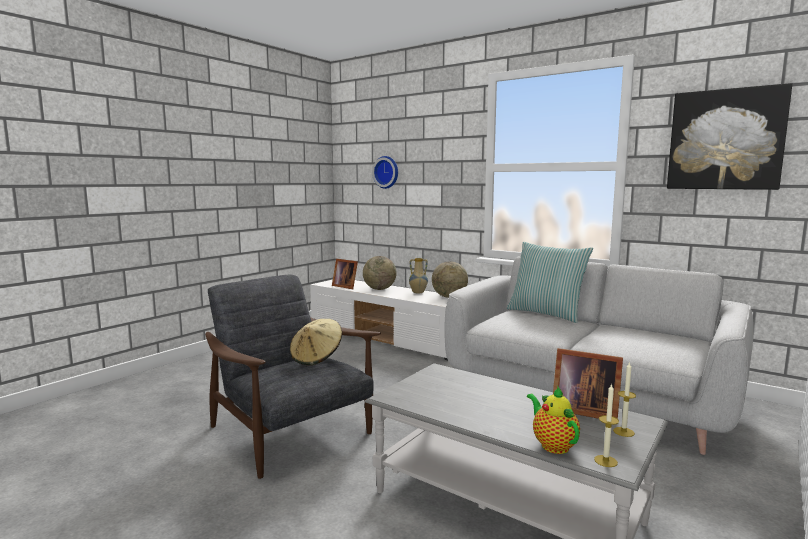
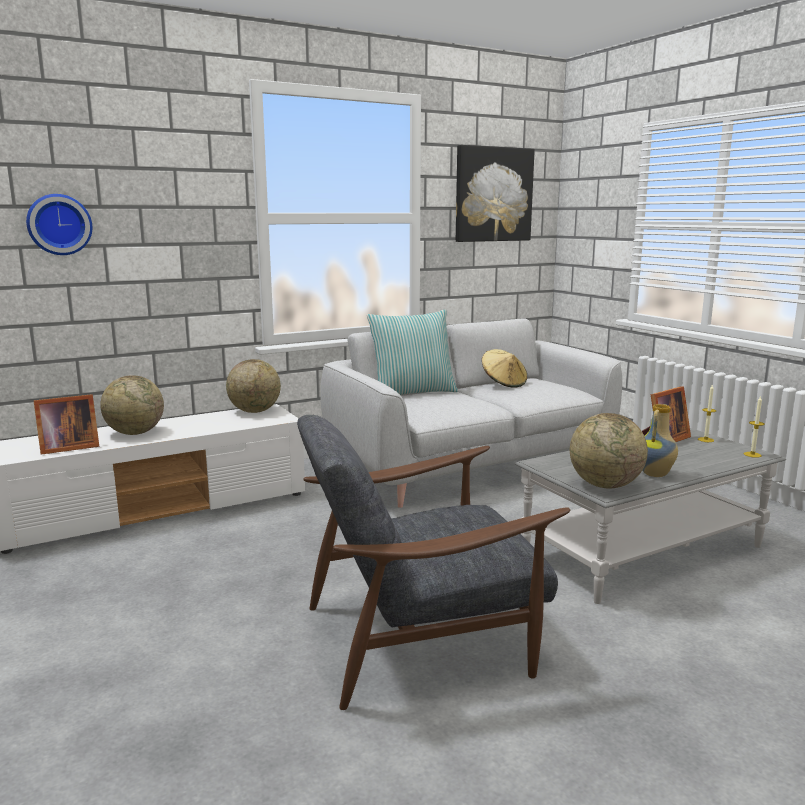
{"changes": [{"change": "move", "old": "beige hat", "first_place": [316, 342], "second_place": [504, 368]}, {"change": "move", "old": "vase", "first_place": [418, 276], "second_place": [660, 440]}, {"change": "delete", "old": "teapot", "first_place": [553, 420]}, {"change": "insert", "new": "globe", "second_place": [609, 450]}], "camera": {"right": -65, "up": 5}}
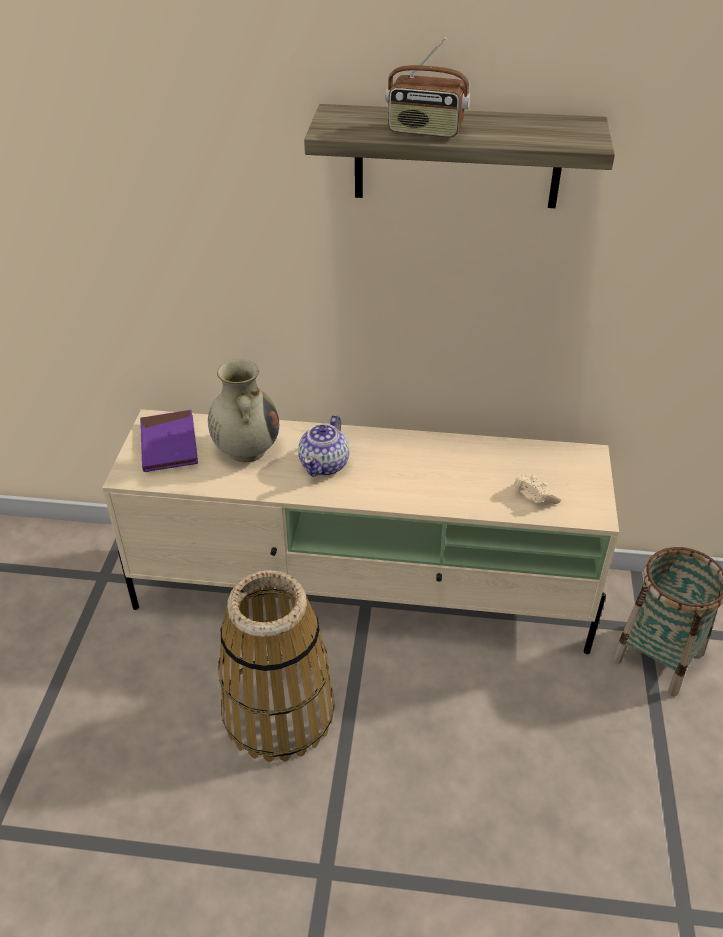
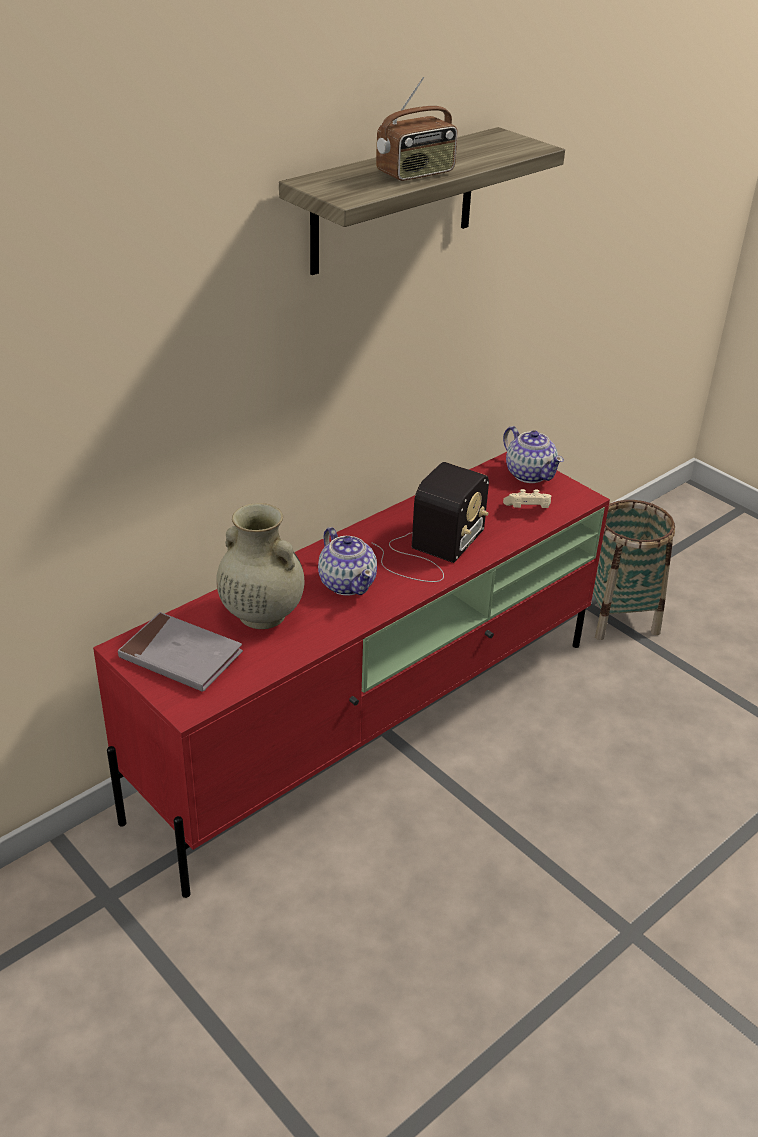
{"changes": [{"change": "recolor", "old": "beige tv stand", "new": "red tv stand", "first_place": [360, 531], "second_place": [351, 675]}, {"change": "recolor", "old": "purple book", "new": "grey book", "first_place": [169, 441], "second_place": [180, 652]}, {"change": "delete", "old": "basket", "first_place": [276, 666]}, {"change": "insert", "new": "radio", "second_place": [430, 522]}, {"change": "insert", "new": "teapot", "second_place": [533, 454]}], "camera": {"right": -50, "up": -5}}
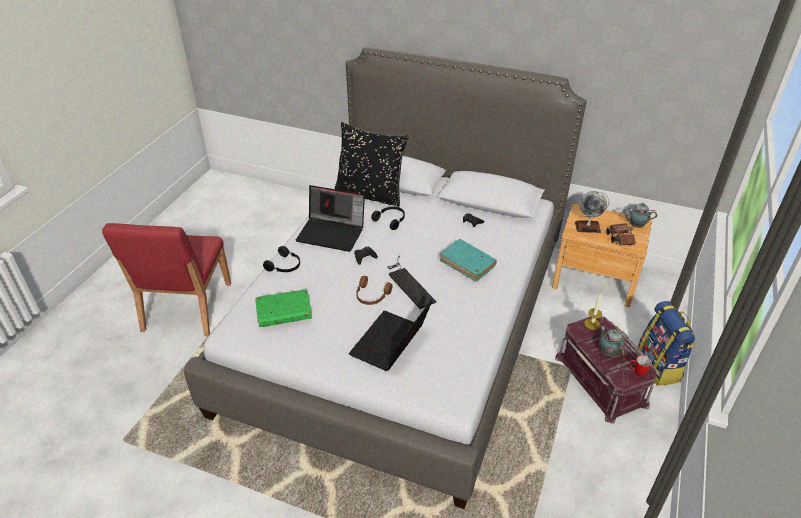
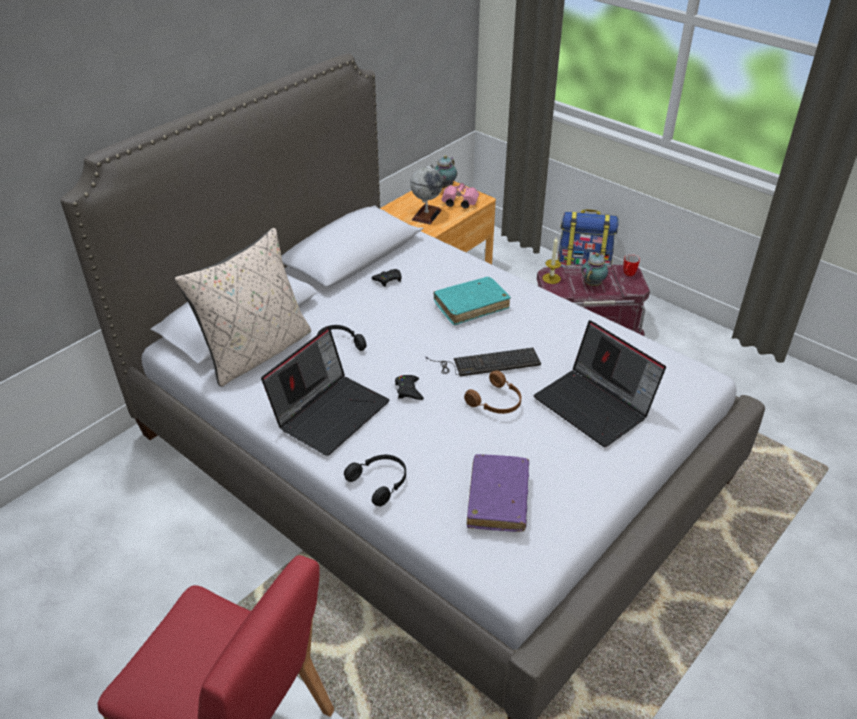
{"changes": [{"change": "recolor", "old": "green book", "new": "purple book", "first_place": [283, 308], "second_place": [498, 493]}, {"change": "recolor", "old": "black pillow", "new": "beige pillow", "first_place": [372, 164], "second_place": [243, 307]}, {"change": "rotate", "old": "teapot", "first_place": [611, 341], "second_place": [594, 269], "degrees": 120}, {"change": "recolor", "old": "brown binoculars", "new": "pink binoculars", "first_place": [621, 234], "second_place": [460, 196]}], "camera": {"right": -70, "up": 0}}
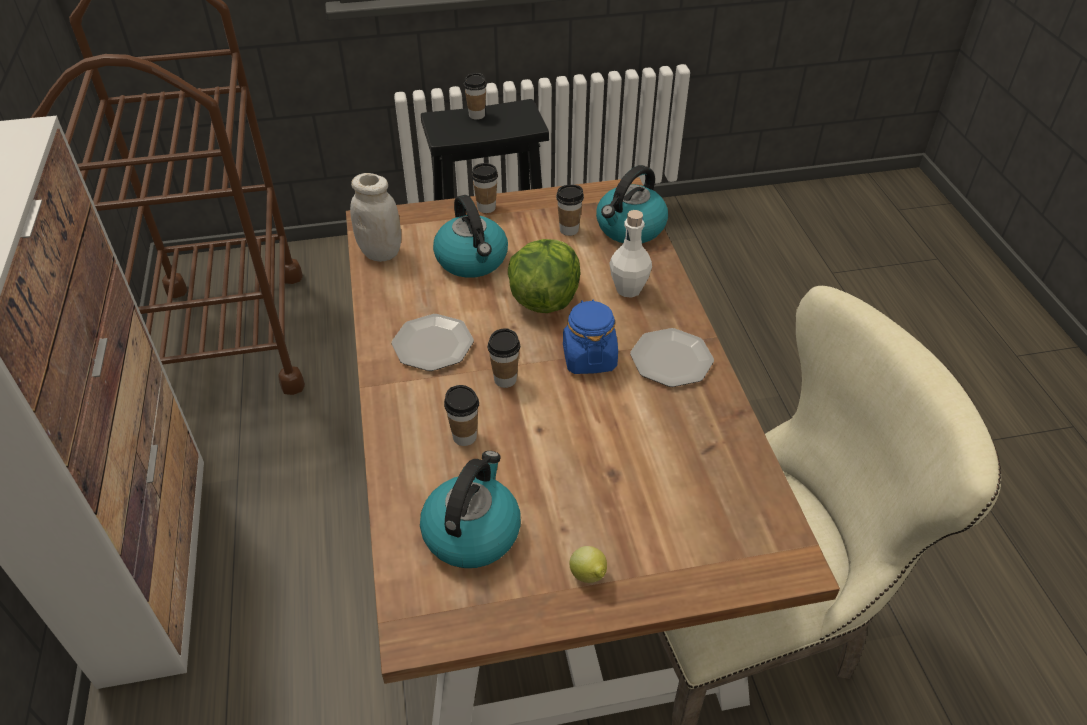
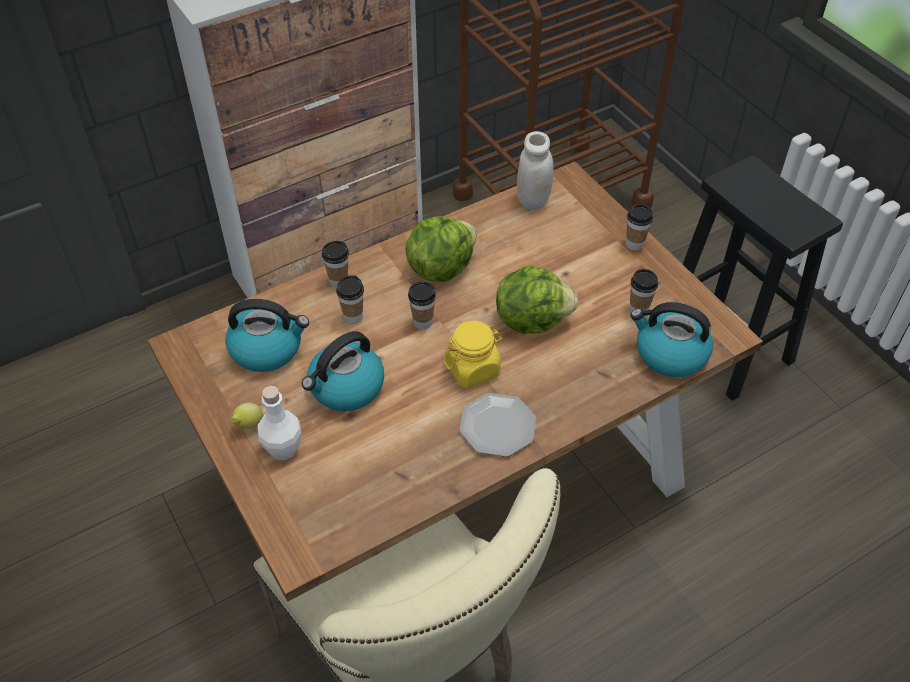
{"changes": [{"change": "replace", "old": "plate", "new": "lettuce", "first_place": [432, 342], "second_place": [440, 249]}, {"change": "move", "old": "kettle", "first_place": [470, 236], "second_place": [343, 371]}, {"change": "move", "old": "cup", "first_place": [475, 96], "second_place": [335, 264]}, {"change": "recolor", "old": "blue jar", "new": "yellow jar", "first_place": [590, 337], "second_place": [473, 354]}, {"change": "move", "old": "white bottle", "first_place": [630, 254], "second_place": [279, 423]}], "camera": {"right": 70, "up": 5}}
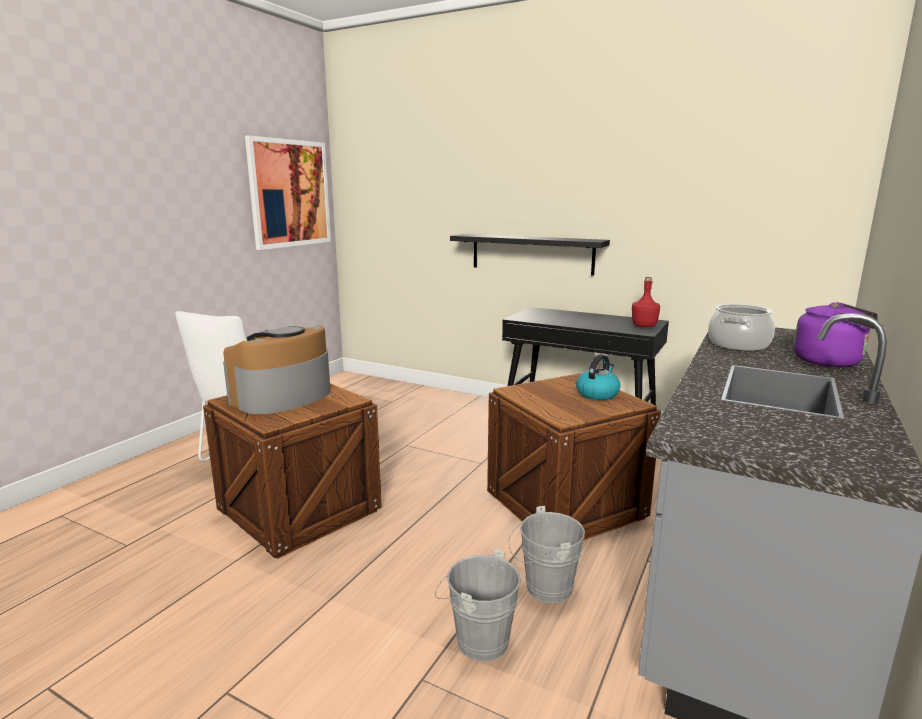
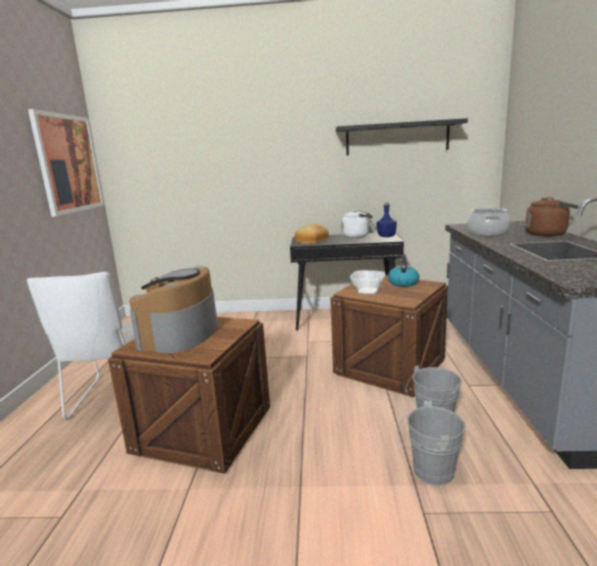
{"changes": [{"change": "move", "old": "black shelf", "first_place": [530, 255], "second_place": [402, 136]}, {"change": "recolor", "old": "red bottle", "new": "blue bottle", "first_place": [646, 302], "second_place": [387, 219]}, {"change": "recolor", "old": "purple kettle", "new": "brown kettle", "first_place": [836, 334], "second_place": [552, 216]}, {"change": "insert", "new": "bread", "second_place": [312, 234]}, {"change": "insert", "new": "white kettle", "second_place": [357, 224]}, {"change": "insert", "new": "bowl", "second_place": [367, 282]}], "camera": {"right": -25, "up": 0}}
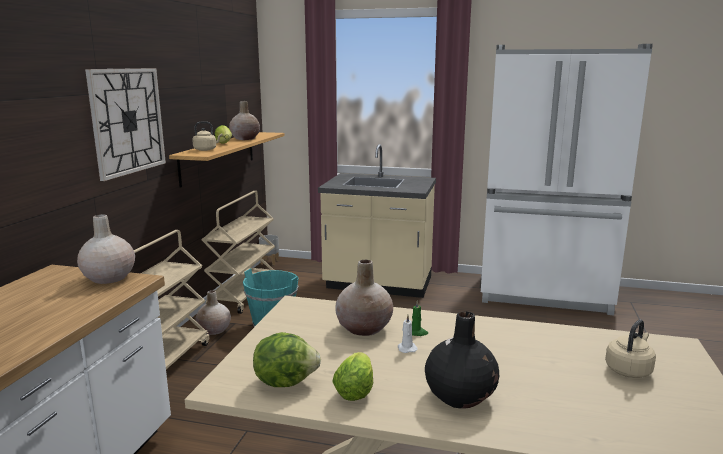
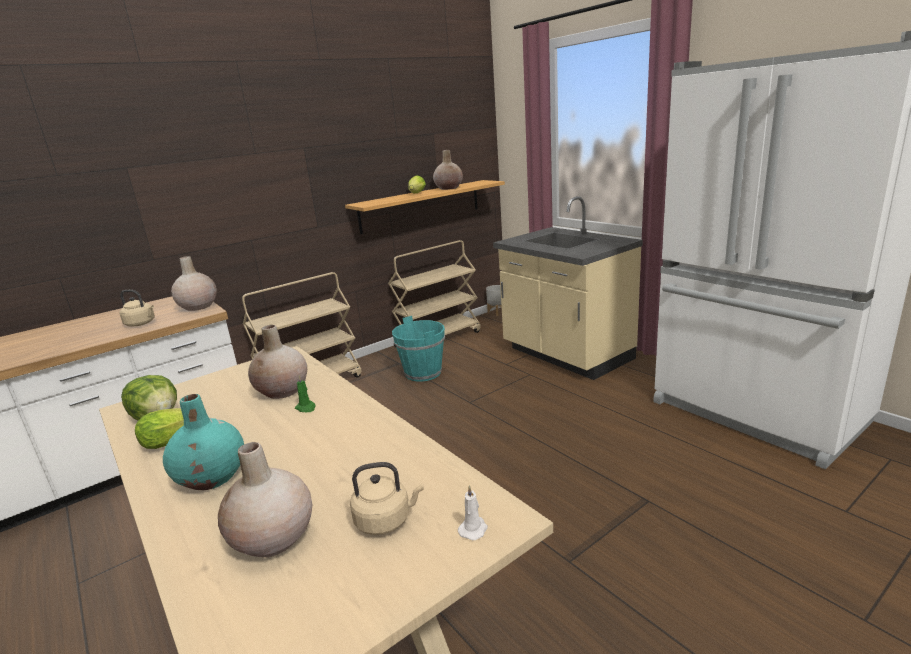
{"changes": [{"change": "delete", "old": "wall clock", "first_place": [125, 124]}, {"change": "move", "old": "beige kettle", "first_place": [207, 136], "second_place": [137, 308]}, {"change": "move", "old": "beige vase", "first_place": [213, 312], "second_place": [265, 499]}, {"change": "move", "old": "white candle", "first_place": [408, 334], "second_place": [473, 512]}, {"change": "recolor", "old": "black vase", "new": "turquoise vase", "first_place": [462, 360], "second_place": [203, 442]}], "camera": {"right": 40, "up": 5}}
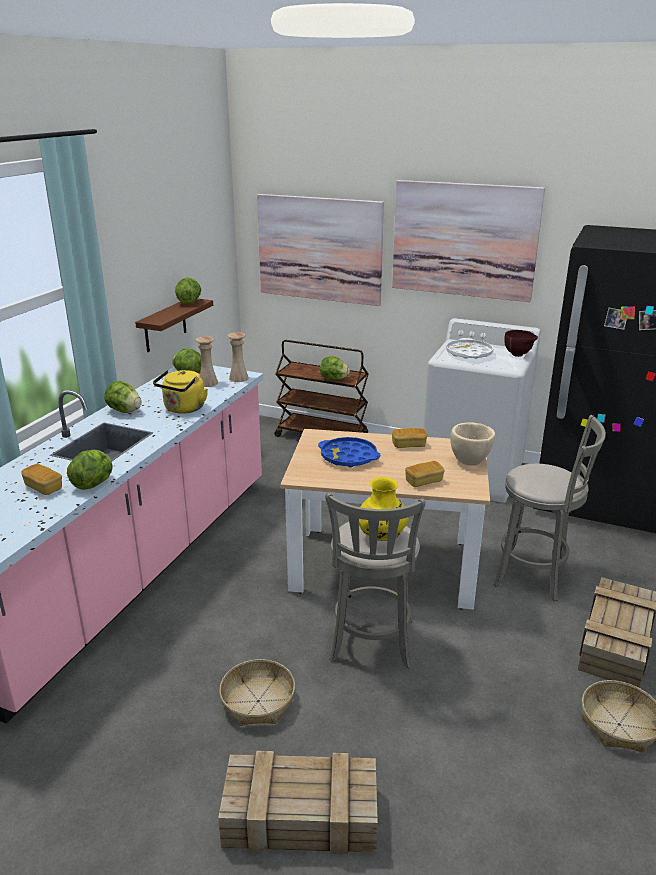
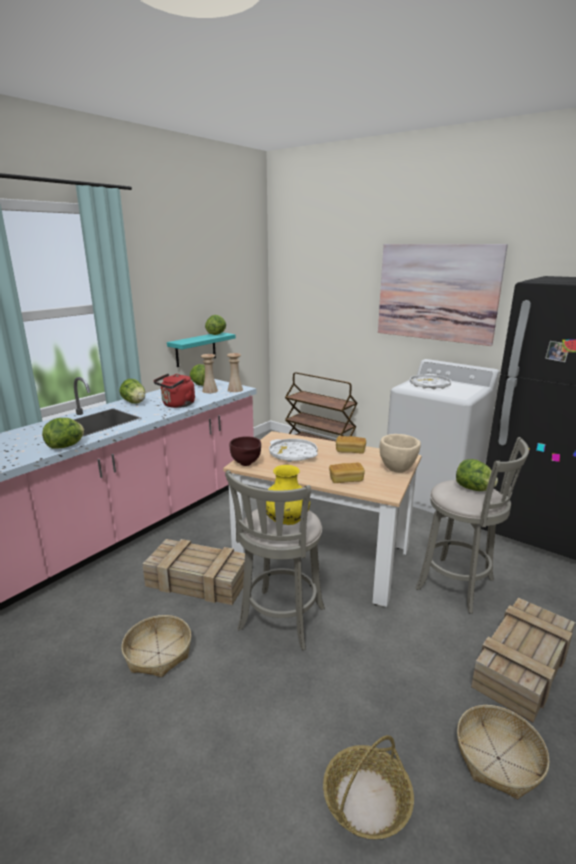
{"changes": [{"change": "delete", "old": "bread", "first_place": [42, 479]}, {"change": "recolor", "old": "brown shelf", "new": "turquoise shelf", "first_place": [174, 325], "second_place": [201, 349]}, {"change": "recolor", "old": "yellow kettle", "new": "red kettle", "first_place": [180, 392], "second_place": [174, 391]}, {"change": "move", "old": "crate", "first_place": [298, 803], "second_place": [193, 572]}, {"change": "delete", "old": "picture", "first_place": [320, 250]}, {"change": "recolor", "old": "blue tray", "new": "white tray", "first_place": [349, 452], "second_place": [293, 450]}, {"change": "move", "old": "lettuce", "first_place": [335, 368], "second_place": [477, 475]}, {"change": "move", "old": "brown bowl", "first_place": [521, 343], "second_place": [245, 451]}, {"change": "insert", "new": "basket", "second_place": [368, 787]}], "camera": {"right": 15, "up": -5}}
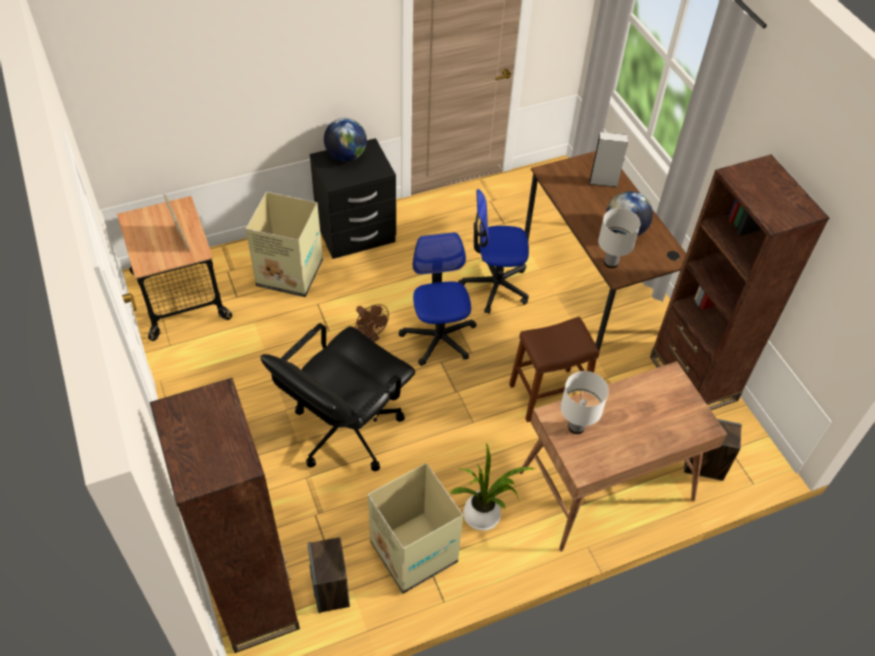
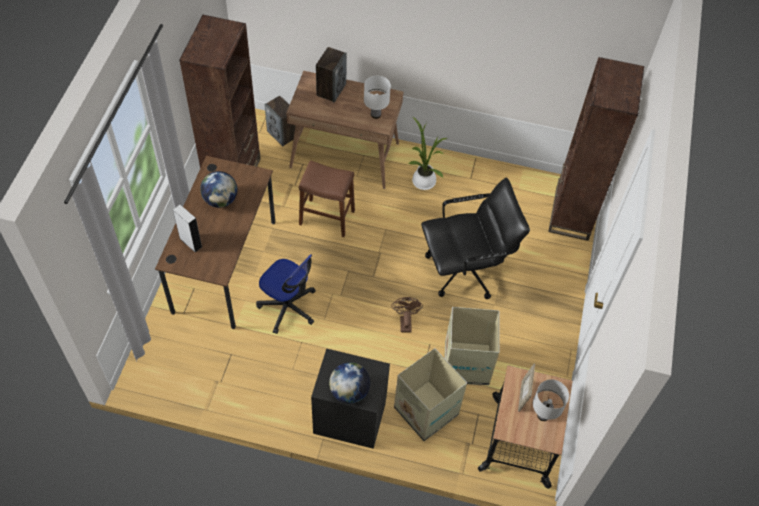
{"changes": [{"change": "move", "old": "speaker", "first_place": [329, 575], "second_place": [331, 74]}, {"change": "move", "old": "cardboard box", "first_place": [415, 528], "second_place": [471, 346]}, {"change": "delete", "old": "office chair", "first_place": [438, 299]}, {"change": "move", "old": "white table lamp", "first_place": [619, 238], "second_place": [551, 400]}], "camera": {"right": -145, "up": 5}}
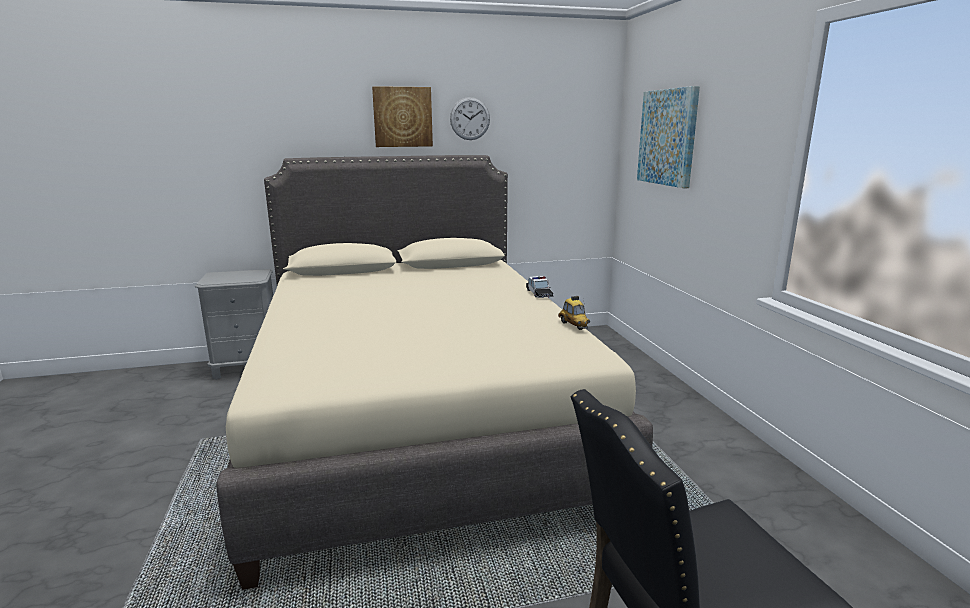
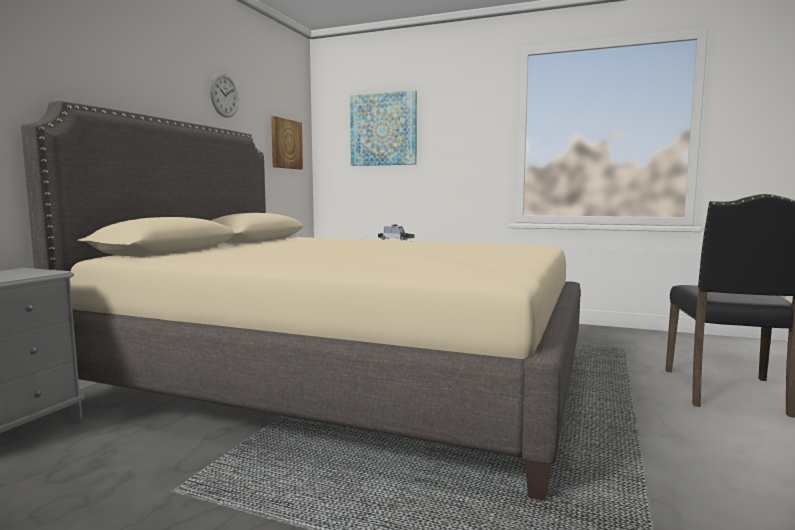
{"changes": [{"change": "move", "old": "picture", "first_place": [402, 116], "second_place": [287, 142]}, {"change": "delete", "old": "toy car", "first_place": [574, 313]}], "camera": {"right": -55, "up": -10}}
